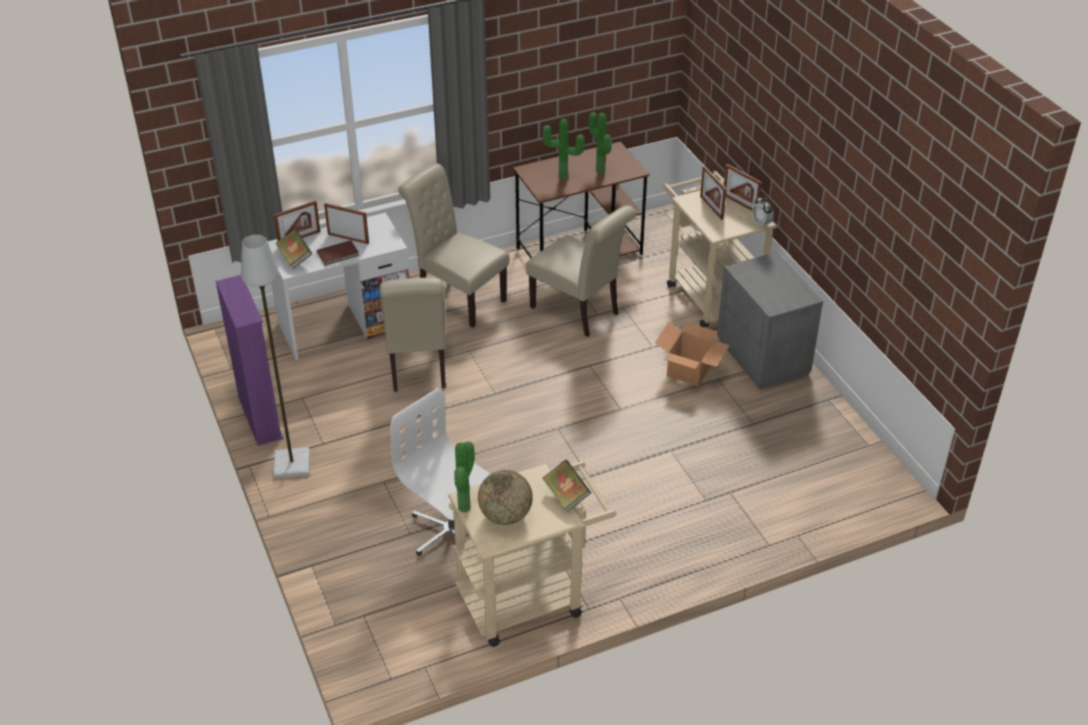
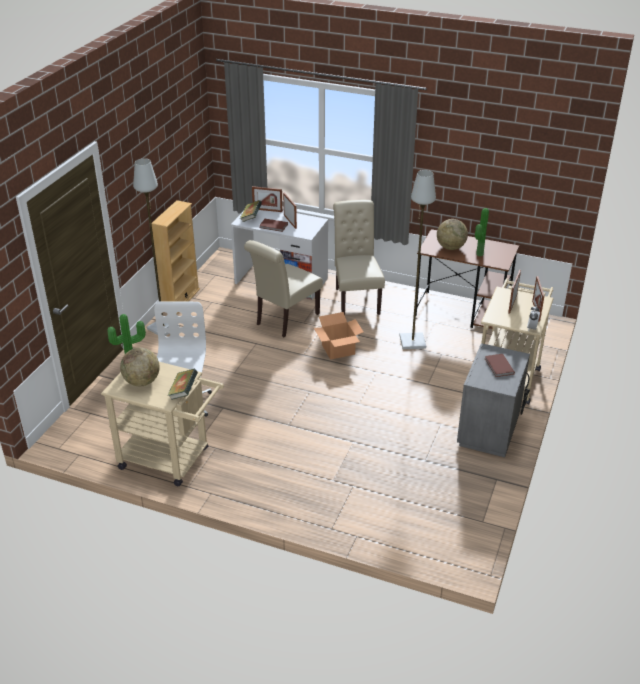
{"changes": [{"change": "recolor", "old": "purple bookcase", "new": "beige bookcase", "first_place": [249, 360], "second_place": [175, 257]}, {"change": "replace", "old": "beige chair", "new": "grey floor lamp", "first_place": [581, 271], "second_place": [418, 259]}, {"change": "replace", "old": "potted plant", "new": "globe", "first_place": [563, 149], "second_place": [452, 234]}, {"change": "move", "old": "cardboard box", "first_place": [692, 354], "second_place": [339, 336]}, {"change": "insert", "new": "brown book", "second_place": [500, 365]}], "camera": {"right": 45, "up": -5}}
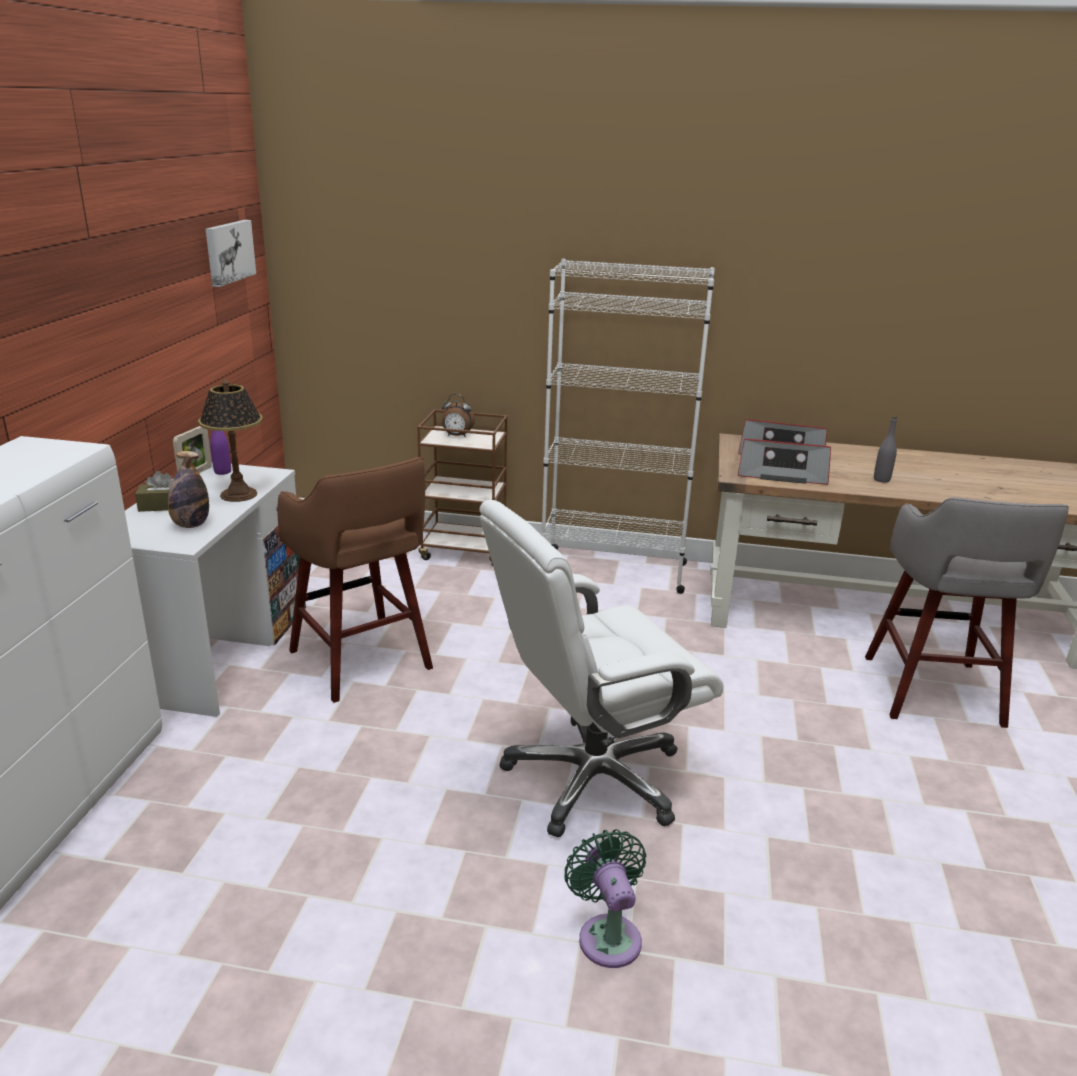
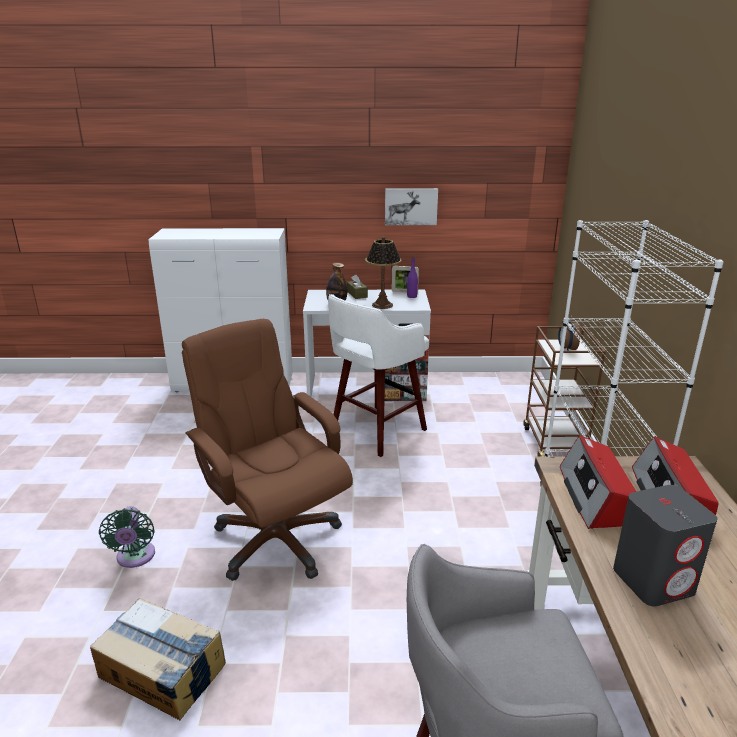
{"changes": [{"change": "move", "old": "picture", "first_place": [231, 253], "second_place": [411, 206]}, {"change": "recolor", "old": "brown stool", "new": "white stool", "first_place": [355, 580], "second_place": [378, 375]}, {"change": "recolor", "old": "white office chair", "new": "brown office chair", "first_place": [601, 668], "second_place": [267, 450]}, {"change": "rotate", "old": "green fan", "first_place": [605, 898], "second_place": [127, 537], "degrees": 105}, {"change": "replace", "old": "grey bottle", "new": "grey speaker", "first_place": [885, 449], "second_place": [665, 546]}, {"change": "insert", "new": "cardboard box", "second_place": [158, 659]}], "camera": {"right": 80, "up": 0}}
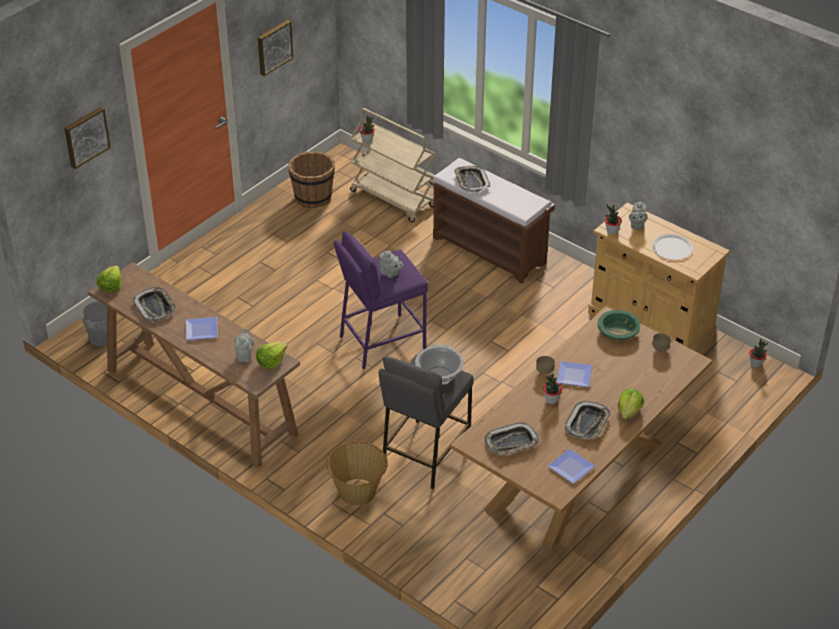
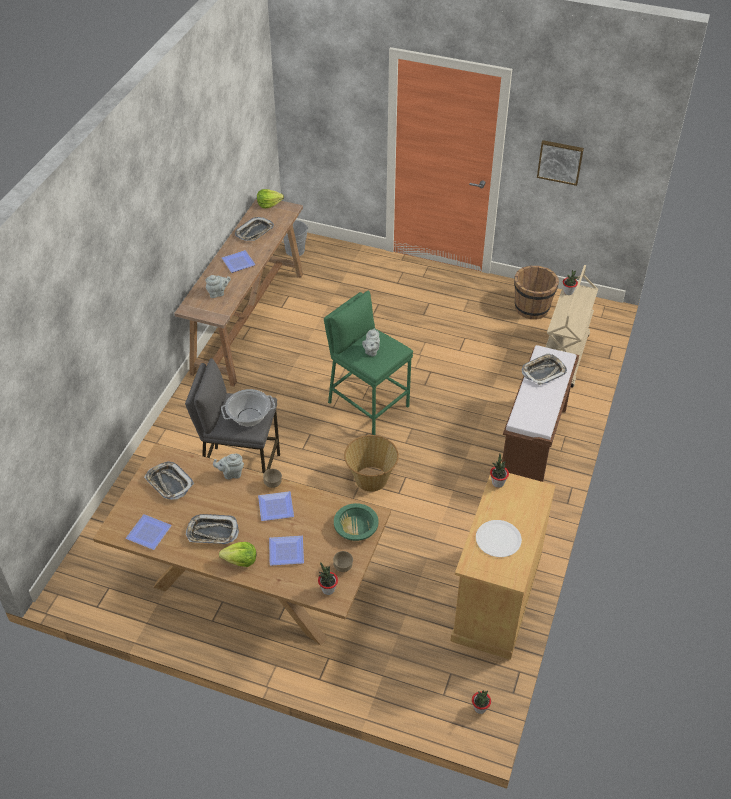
{"changes": [{"change": "delete", "old": "picture", "first_place": [87, 138]}, {"change": "delete", "old": "lettuce", "first_place": [271, 355]}, {"change": "move", "old": "basket", "first_place": [357, 473], "second_place": [371, 463]}, {"change": "recolor", "old": "purple stool", "new": "green stool", "first_place": [381, 300], "second_place": [368, 363]}, {"change": "move", "old": "potted plant", "first_place": [552, 389], "second_place": [328, 578]}, {"change": "move", "old": "grey teapot", "first_place": [638, 215], "second_place": [228, 467]}, {"change": "insert", "new": "plate", "second_place": [286, 551]}], "camera": {"right": 70, "up": 5}}
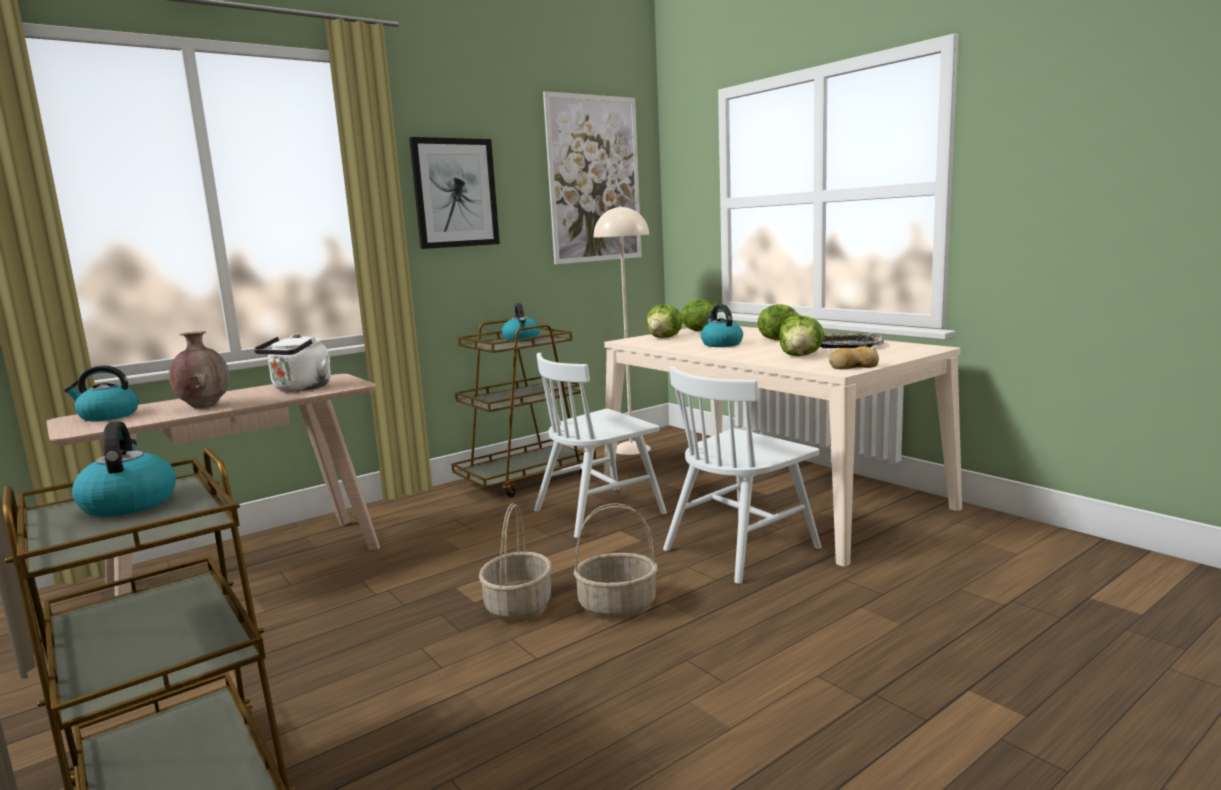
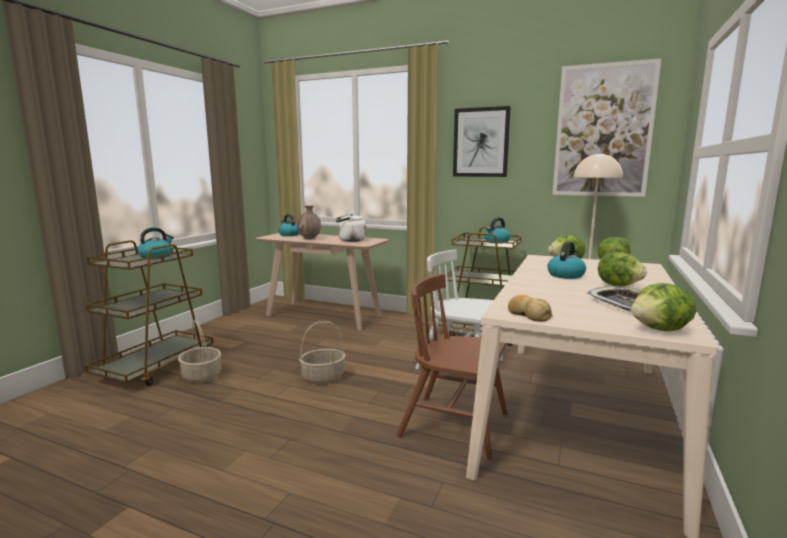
{"changes": [{"change": "move", "old": "basket", "first_place": [615, 560], "second_place": [199, 351]}, {"change": "recolor", "old": "white chair", "new": "brown chair", "first_place": [742, 475], "second_place": [452, 367]}, {"change": "move", "old": "lettuce", "first_place": [801, 335], "second_place": [663, 307]}], "camera": {"right": 60, "up": 0}}
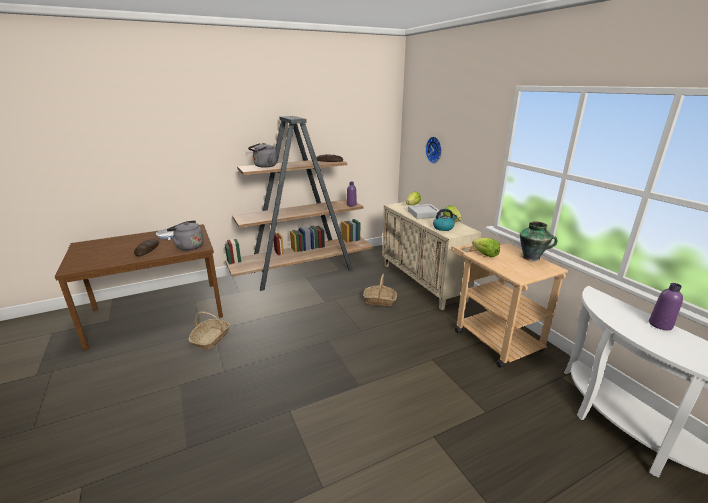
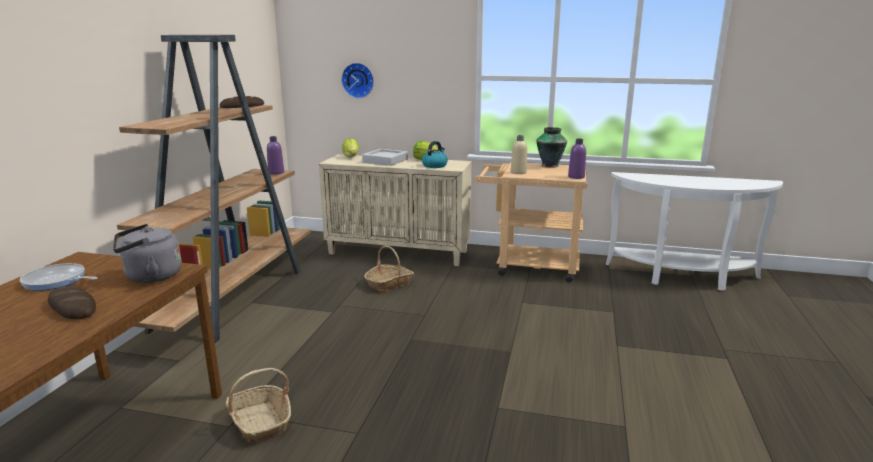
{"changes": [{"change": "delete", "old": "grey kettle", "first_place": [262, 155]}, {"change": "replace", "old": "lettuce", "new": "beige bottle", "first_place": [486, 247], "second_place": [519, 154]}, {"change": "move", "old": "purple bottle", "first_place": [666, 306], "second_place": [577, 159]}], "camera": {"right": -50, "up": -5}}
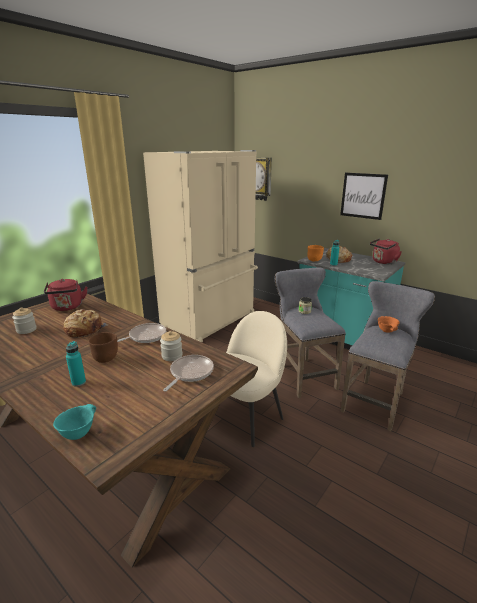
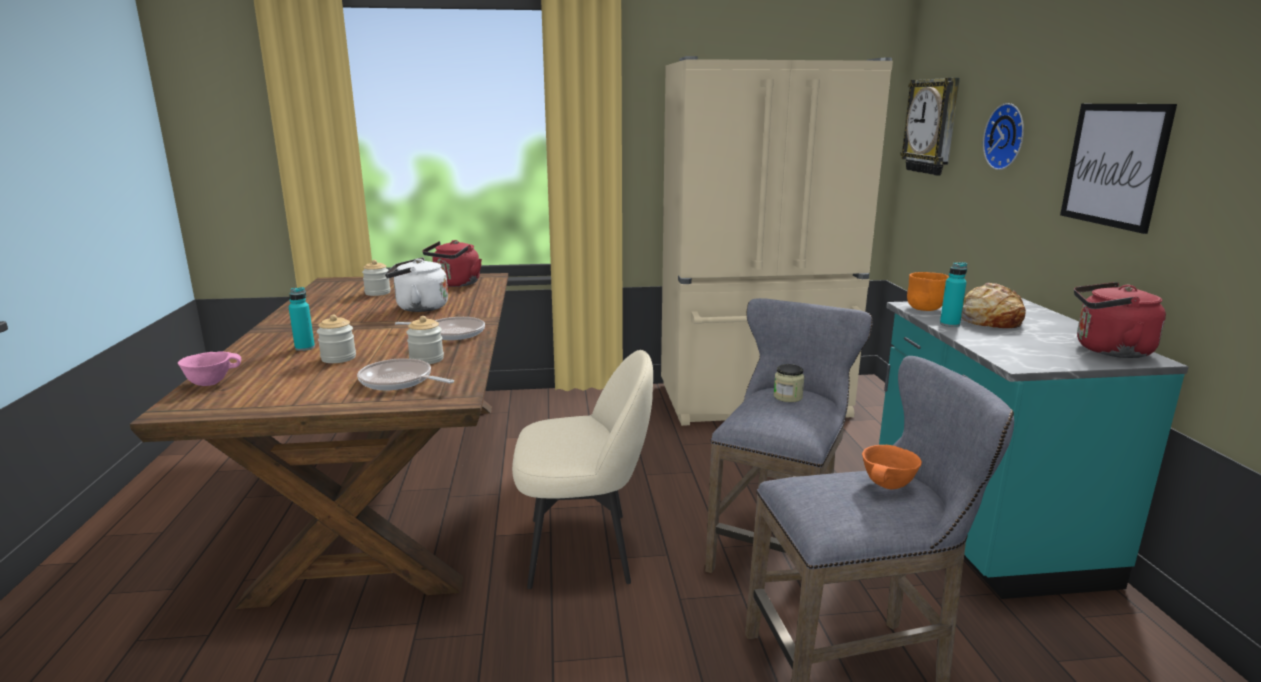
{"changes": [{"change": "recolor", "old": "turquoise bowl", "new": "pink bowl", "first_place": [74, 422], "second_place": [209, 368]}, {"change": "replace", "old": "bread", "new": "white kettle", "first_place": [85, 323], "second_place": [416, 284]}, {"change": "delete", "old": "brown bowl", "first_place": [103, 347]}, {"change": "rotate", "old": "frying pan", "first_place": [188, 373], "second_place": [405, 374], "degrees": -135}, {"change": "insert", "new": "jar", "second_place": [336, 339]}, {"change": "insert", "new": "wall clock", "second_place": [1003, 136]}], "camera": {"right": 45, "up": -5}}
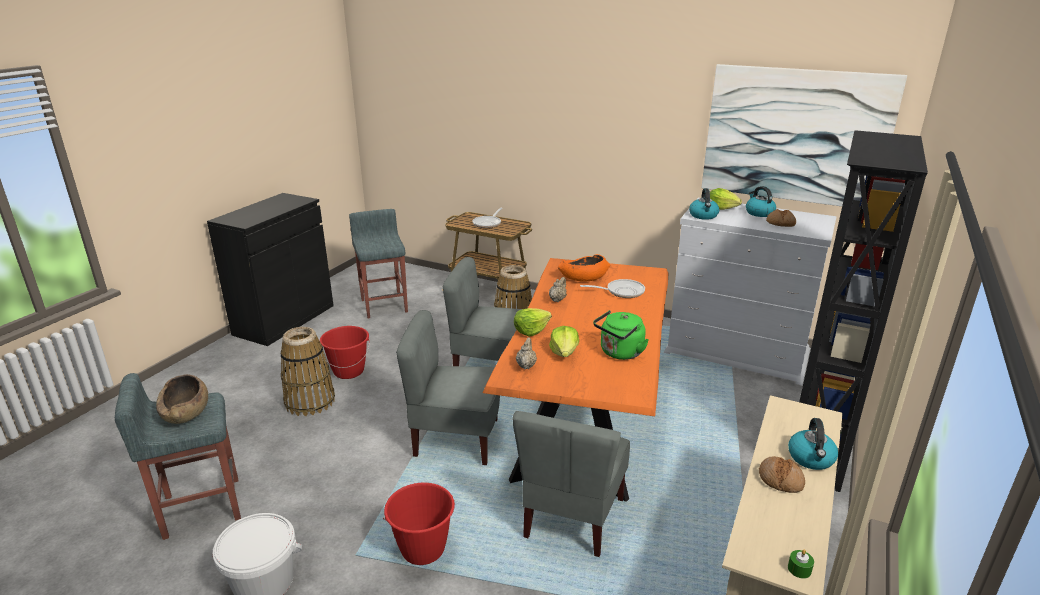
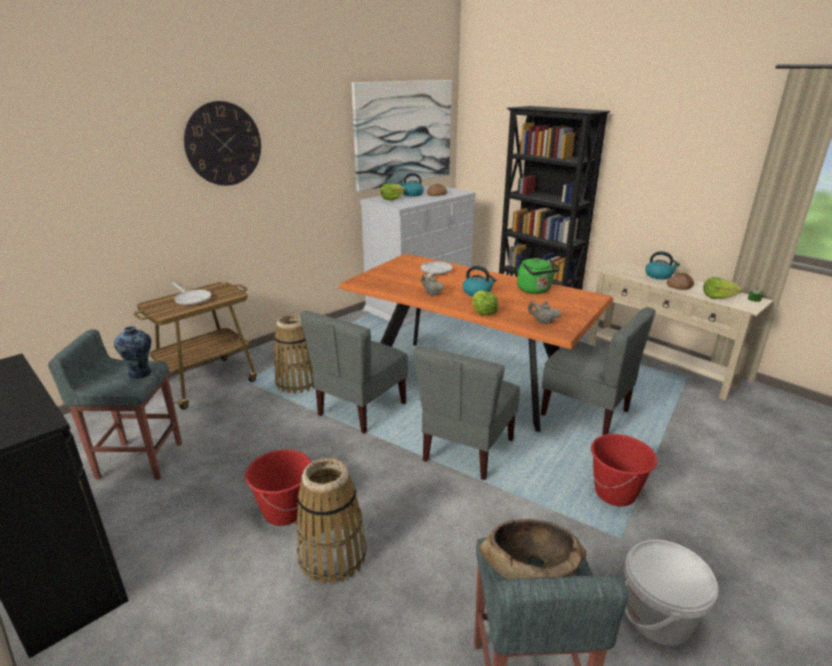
{"changes": [{"change": "move", "old": "lettuce", "first_place": [564, 341], "second_place": [722, 288]}, {"change": "delete", "old": "orange bowl", "first_place": [584, 268]}, {"change": "move", "old": "kettle", "first_place": [704, 204], "second_place": [479, 281]}, {"change": "insert", "new": "vase", "second_place": [132, 352]}, {"change": "insert", "new": "wall clock", "second_place": [222, 143]}], "camera": {"right": -70, "up": 0}}
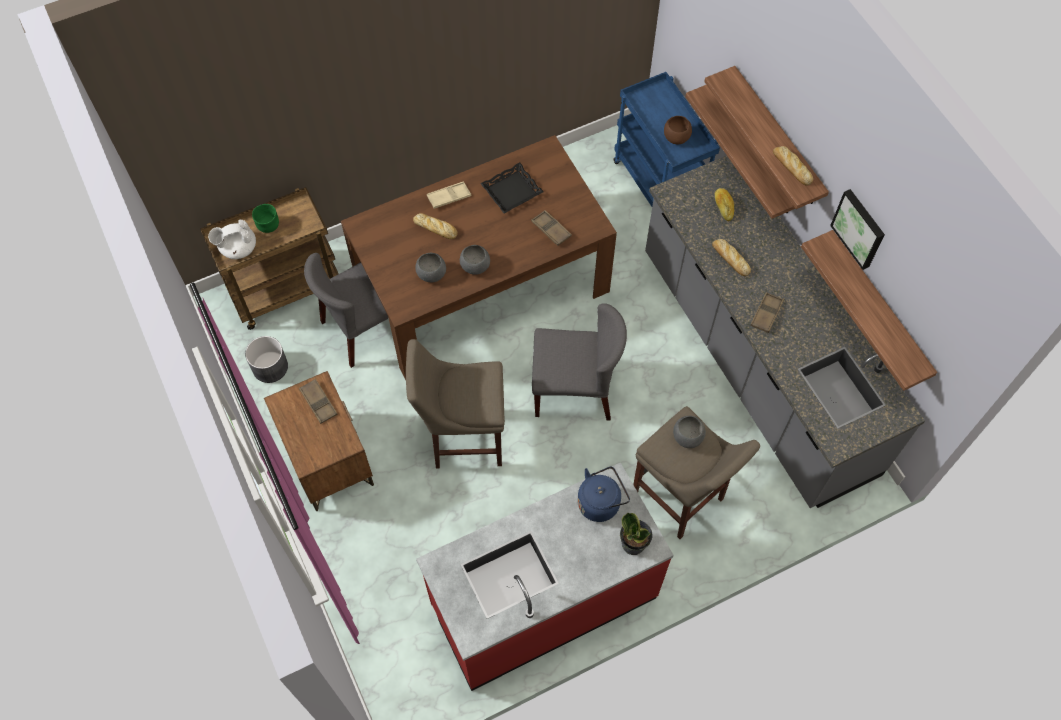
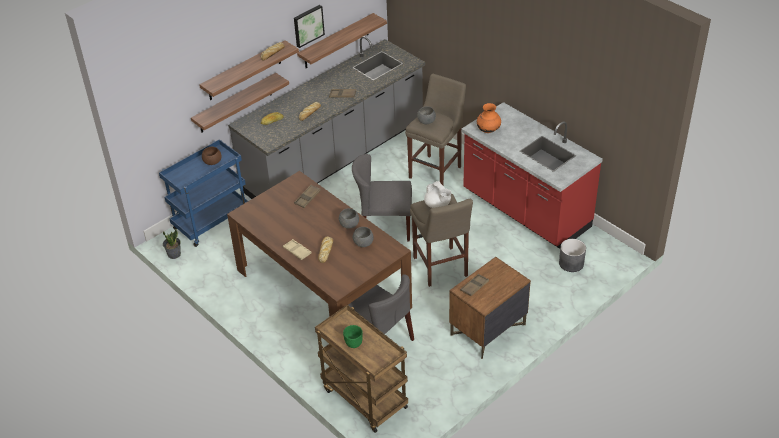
{"changes": [{"change": "move", "old": "white teapot", "first_place": [232, 239], "second_place": [437, 194]}, {"change": "move", "old": "grey planter", "first_place": [266, 359], "second_place": [572, 255]}, {"change": "delete", "old": "black tray", "first_place": [512, 188]}, {"change": "rotate", "old": "grey chair", "first_place": [579, 362], "second_place": [382, 197], "degrees": -75}, {"change": "replace", "old": "blue kettle", "new": "orange vase", "first_place": [603, 494], "second_place": [489, 118]}, {"change": "move", "old": "potted plant", "first_place": [636, 533], "second_place": [172, 243]}], "camera": {"right": -105, "up": -20}}
